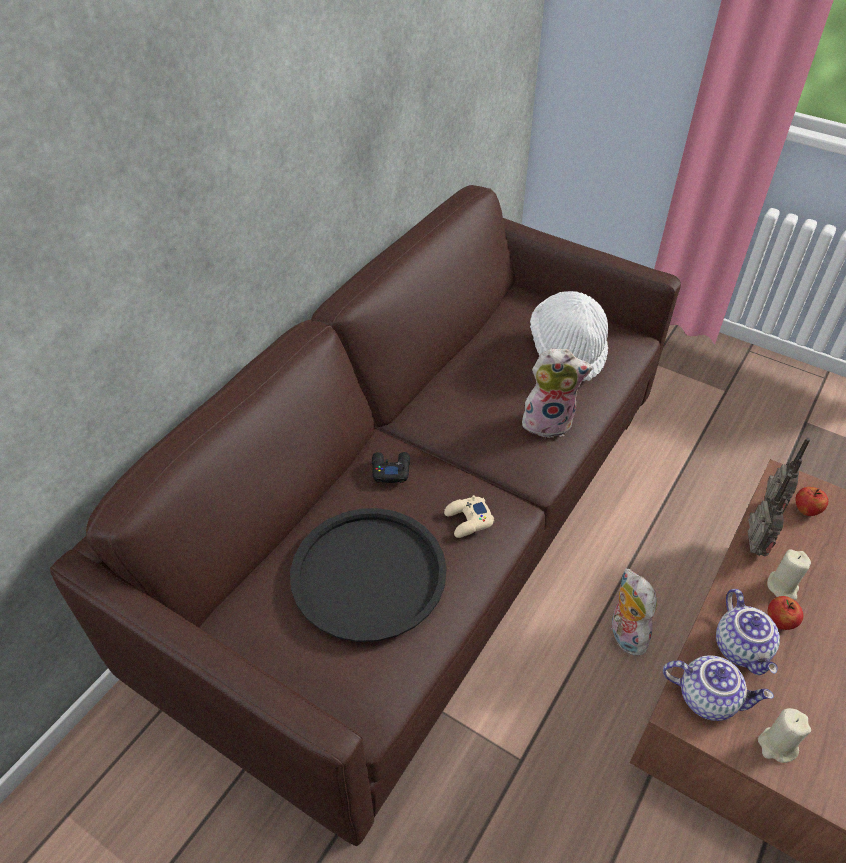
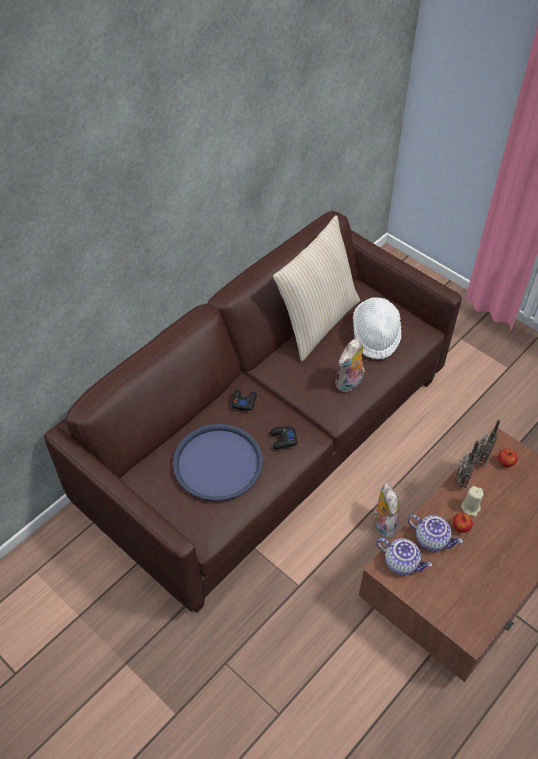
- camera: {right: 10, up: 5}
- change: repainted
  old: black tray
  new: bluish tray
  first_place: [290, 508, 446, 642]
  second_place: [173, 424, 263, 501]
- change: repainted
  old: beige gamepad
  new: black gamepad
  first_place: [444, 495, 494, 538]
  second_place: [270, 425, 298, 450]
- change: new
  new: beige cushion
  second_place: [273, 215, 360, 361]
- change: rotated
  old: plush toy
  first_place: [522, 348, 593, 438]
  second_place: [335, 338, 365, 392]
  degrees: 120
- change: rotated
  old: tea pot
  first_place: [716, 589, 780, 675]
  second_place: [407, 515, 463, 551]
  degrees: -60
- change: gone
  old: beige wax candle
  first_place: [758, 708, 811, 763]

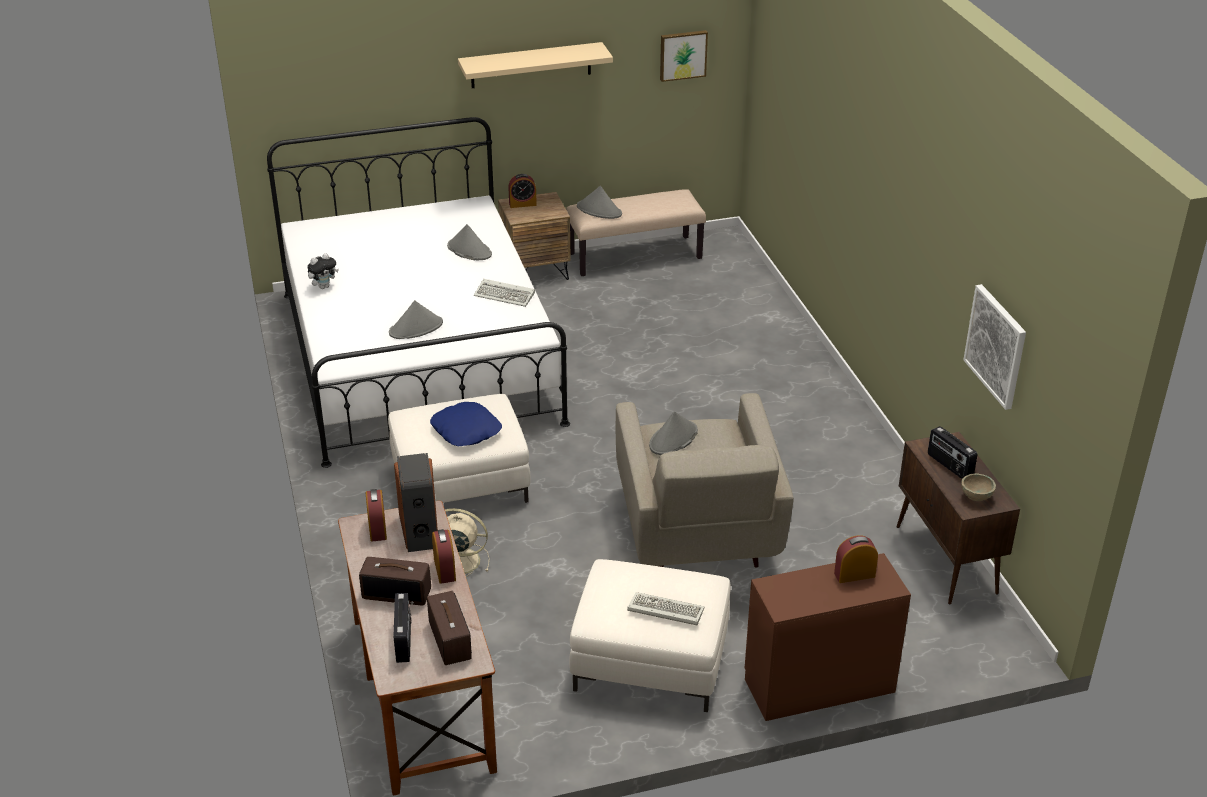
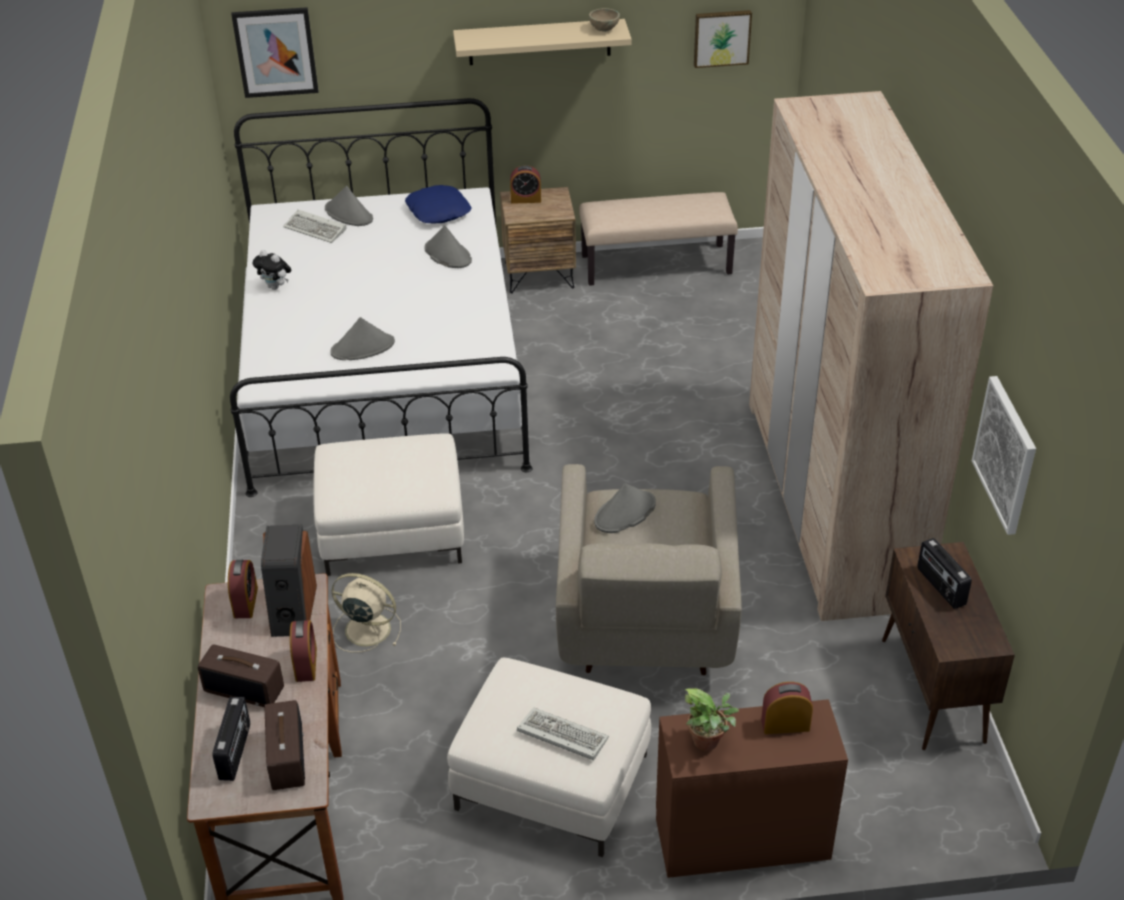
- camera: {right: 10, up: 5}
- change: new
  new: wall picture
  second_place: [231, 7, 318, 98]
- change: rotated
  old: plush toy
  first_place: [307, 253, 339, 289]
  second_place: [253, 250, 291, 290]
  degrees: 60
- change: shifted
  old: keyboard
  first_place: [474, 279, 535, 307]
  second_place: [283, 210, 347, 243]
- change: shifted
  old: greyish wearable hat
  first_place: [577, 186, 622, 219]
  second_place: [325, 186, 373, 226]
- change: shifted
  old: bluish cushion
  first_place: [430, 402, 502, 446]
  second_place: [405, 185, 471, 223]
- change: shifted
  old: beige serving bowl
  first_place: [961, 473, 996, 501]
  second_place: [589, 8, 620, 32]
- change: new
  new: plant in a pot
  second_place: [684, 688, 739, 751]
- change: new
  new: beige clothes cupboard
  second_place: [749, 91, 993, 621]

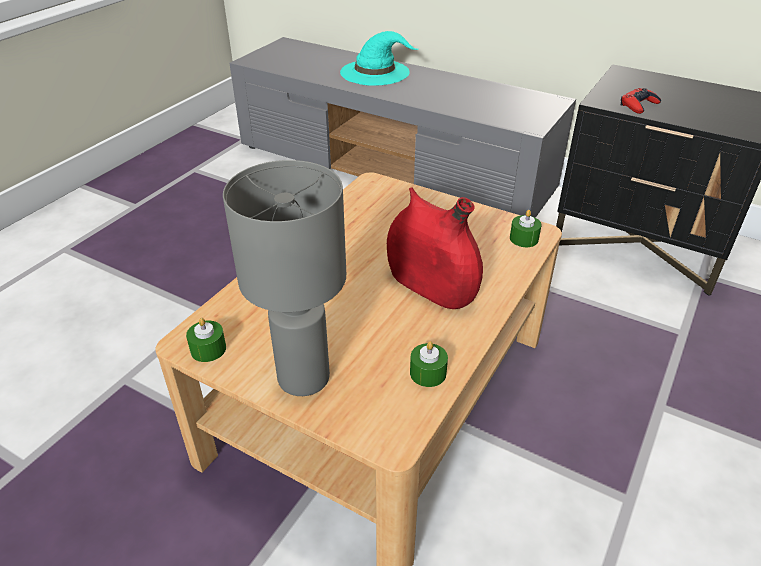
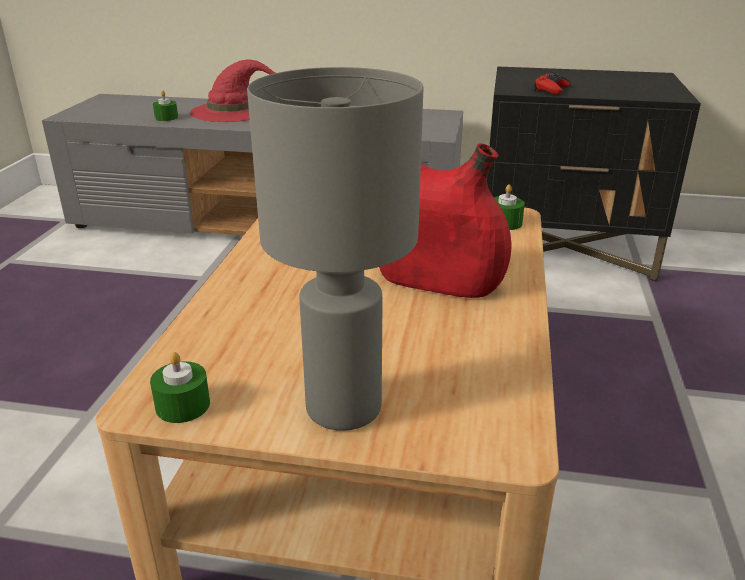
- camera: {right: -20, up: -10}
- change: shifted
  old: green-coloured wax candle
  first_place: [410, 341, 448, 387]
  second_place: [153, 90, 178, 121]
- change: repainted
  old: turquoise wearable hat
  new: reddish wearable hat
  first_place: [340, 31, 418, 86]
  second_place: [190, 59, 275, 122]

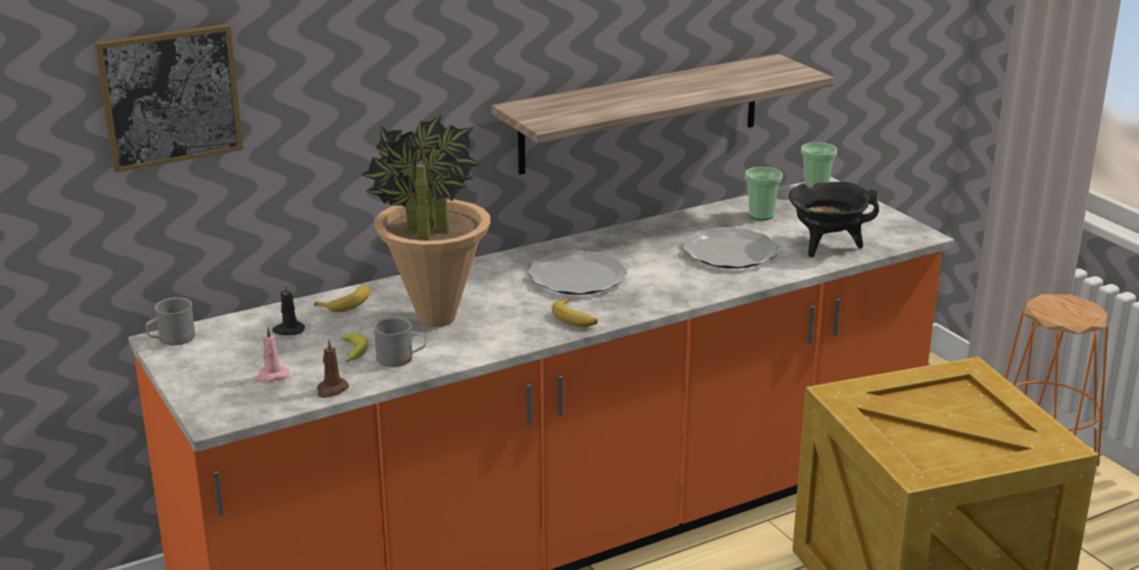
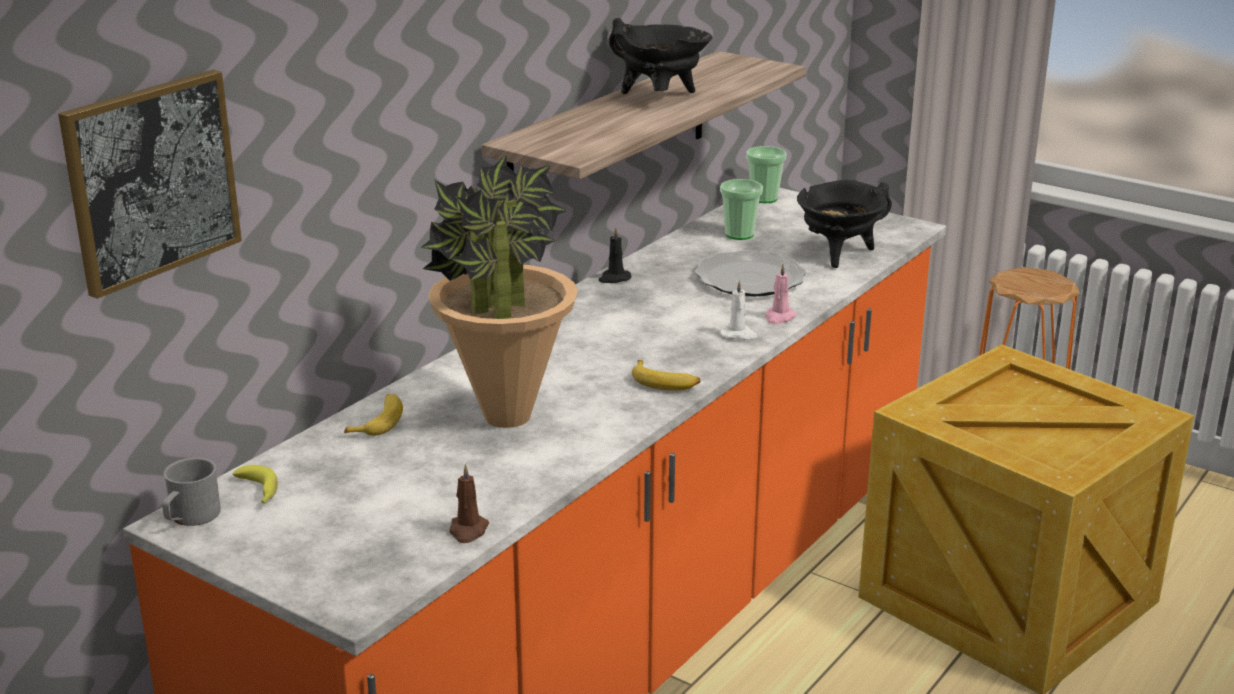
- camera: {right: -25, up: 0}
- change: shifted
  old: banana
  first_place: [341, 333, 369, 363]
  second_place: [233, 465, 278, 503]
- change: shifted
  old: black wax candle
  first_place: [272, 283, 305, 335]
  second_place: [599, 227, 631, 283]
- change: new
  new: black saucepot
  second_place: [609, 18, 712, 94]
- change: new
  new: whitish wax candle
  second_place: [720, 280, 757, 340]
- change: shifted
  old: pink wax candle
  first_place: [255, 326, 289, 383]
  second_place: [765, 264, 797, 324]
- change: gone
  old: greyish tea mug
  first_place: [374, 317, 426, 367]
- change: gone
  old: dinner plate
  first_place: [528, 250, 628, 295]

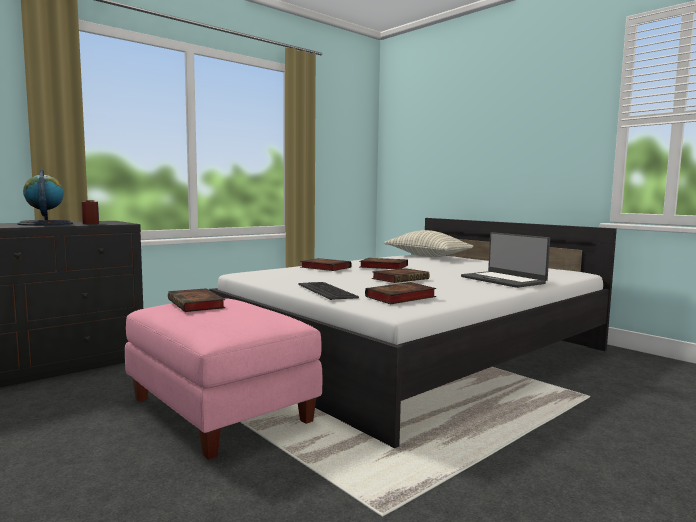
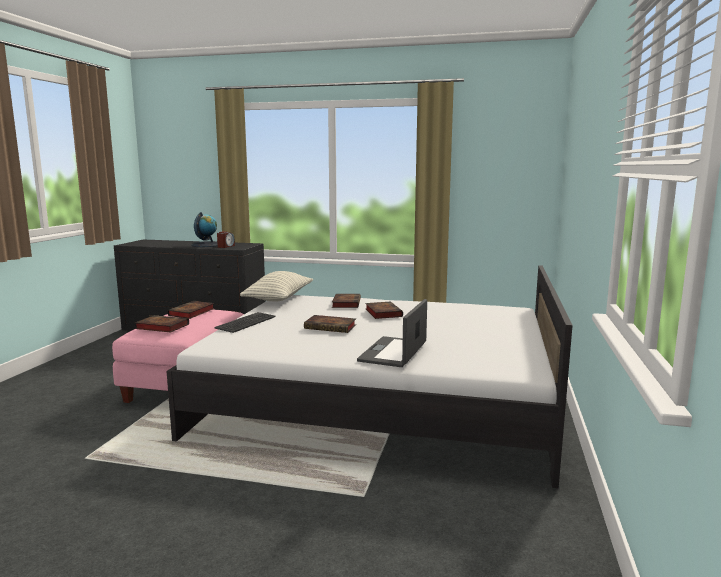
- camera: {right: 55, up: 5}
- change: shifted
  old: bound book
  first_place: [365, 282, 436, 304]
  second_place: [135, 315, 189, 333]
- change: shifted
  old: cushion
  first_place: [384, 230, 473, 257]
  second_place: [240, 271, 313, 302]

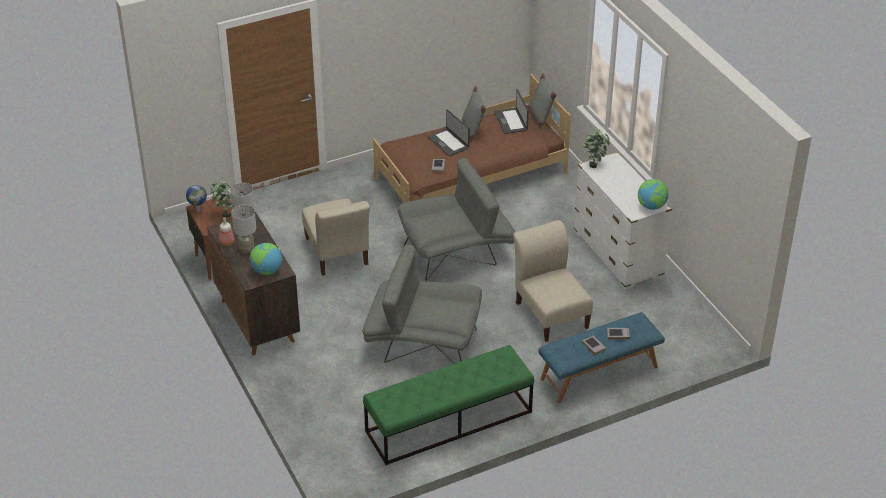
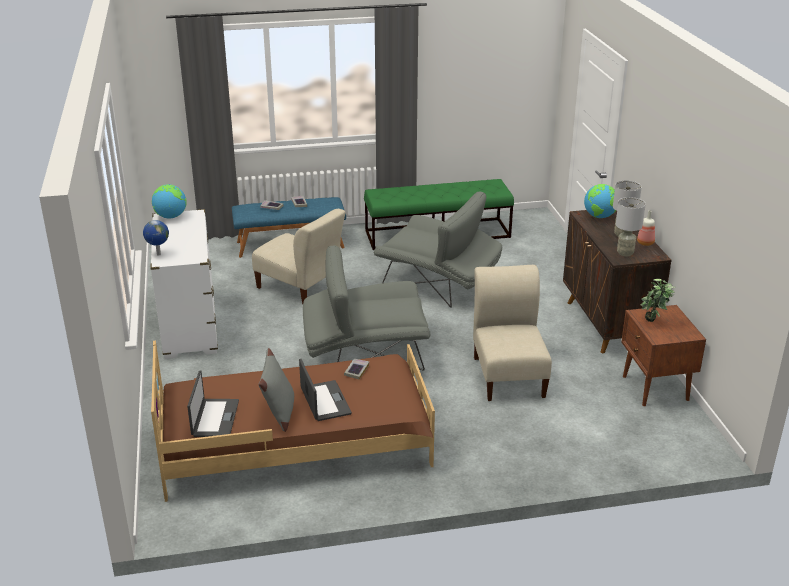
- camera: {right: -165, up: -10}
- change: shifted
  old: desk globe
  first_place: [186, 185, 207, 212]
  second_place: [143, 220, 169, 256]
- change: rotated
  old: beige upright chair
  first_place: [513, 220, 593, 342]
  second_place: [252, 209, 346, 304]
  degrees: -45
- change: gone
  old: greyish cushion
  first_place: [529, 73, 557, 129]
- change: gone
  old: plant in a pot
  first_place: [582, 128, 612, 168]

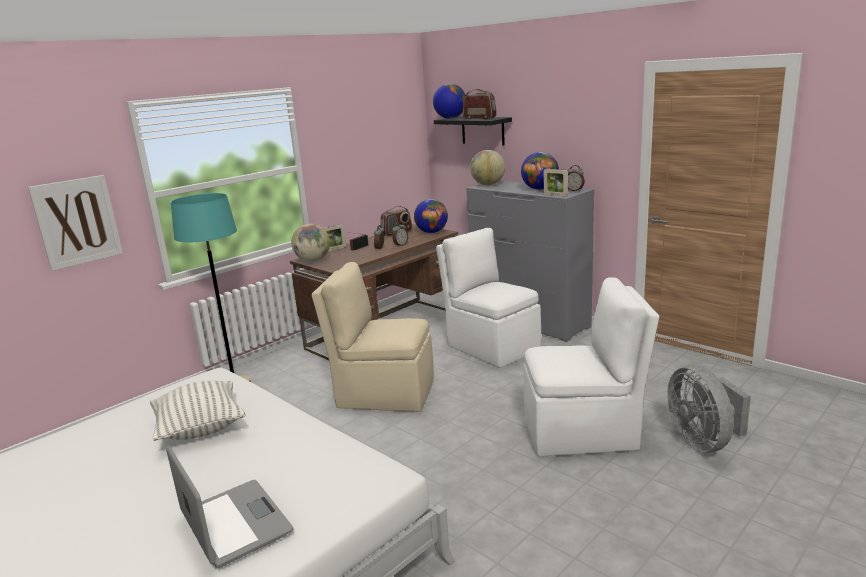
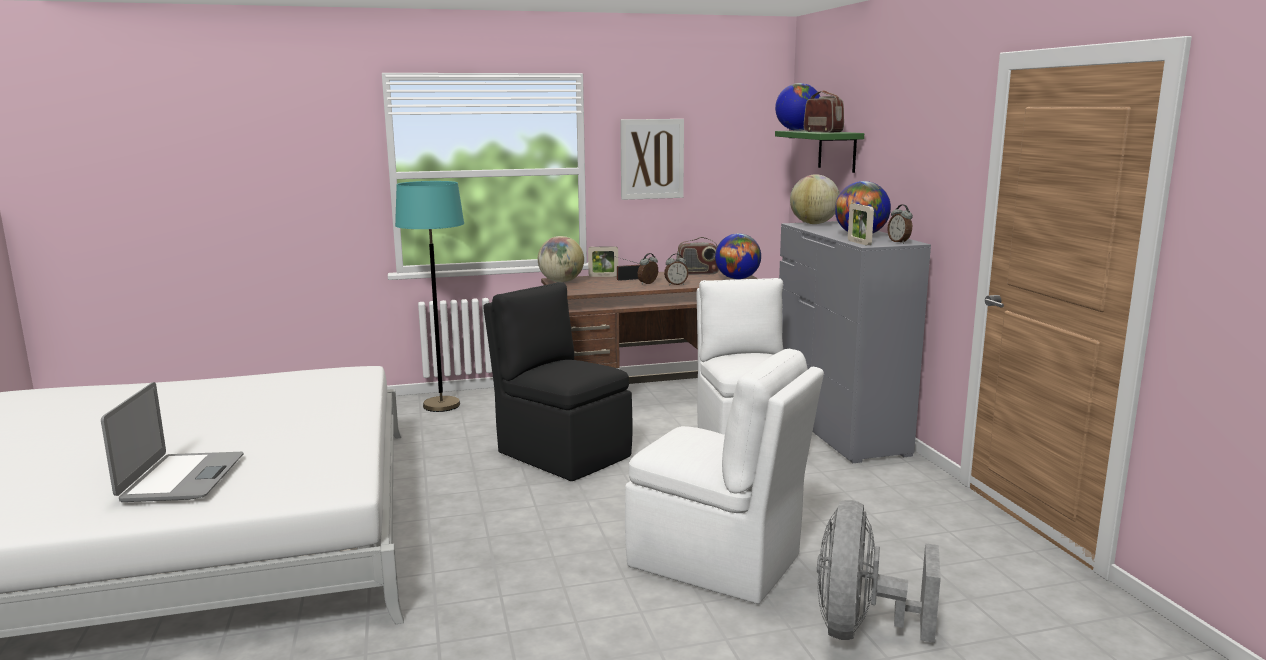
- camera: {right: 30, up: -5}
- change: repainted
  old: beige upright chair
  new: black upright chair
  first_place: [311, 262, 434, 412]
  second_place: [483, 282, 632, 481]
- change: shifted
  old: wall picture
  first_place: [28, 175, 123, 271]
  second_place: [620, 119, 684, 200]
- change: repainted
  old: black bracket shelf
  new: green-coloured bracket shelf
  first_place: [434, 117, 512, 145]
  second_place: [775, 130, 864, 173]
- change: gone
  old: cushion
  first_place: [150, 380, 246, 441]

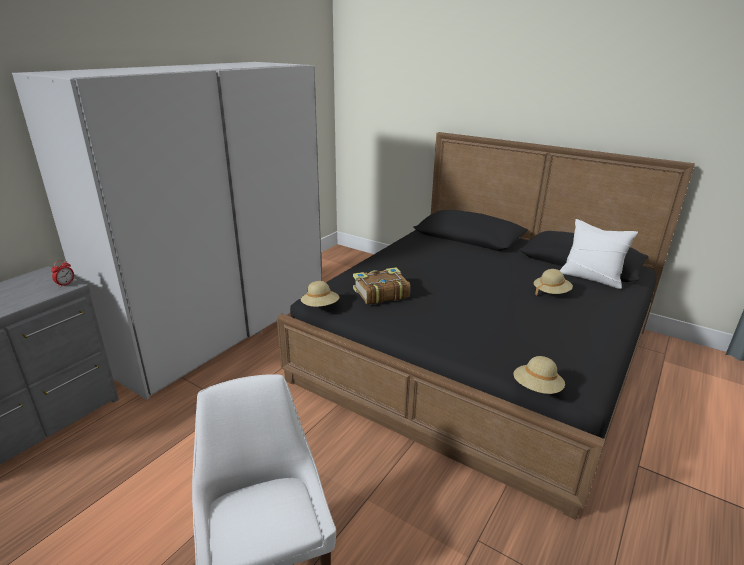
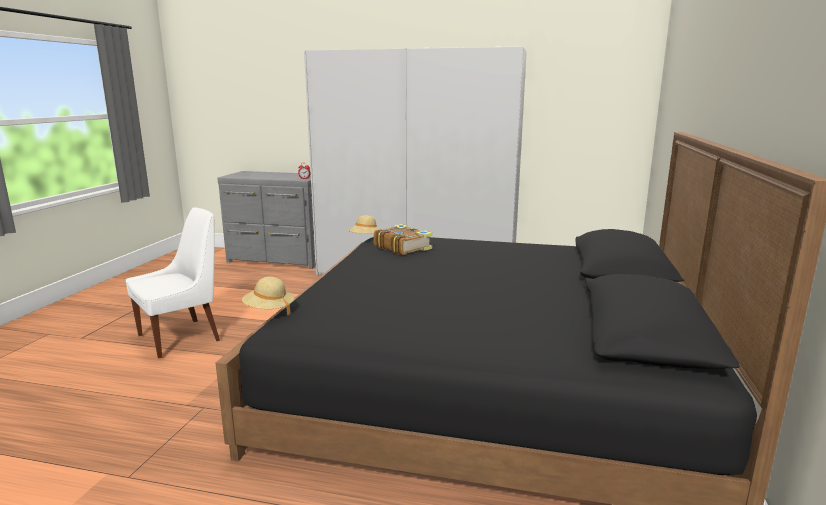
- camera: {right: 70, up: -10}
- change: gone
  old: beige wearable hat
  first_place: [534, 269, 573, 295]
- change: gone
  old: whitish cushion
  first_place: [560, 219, 638, 289]

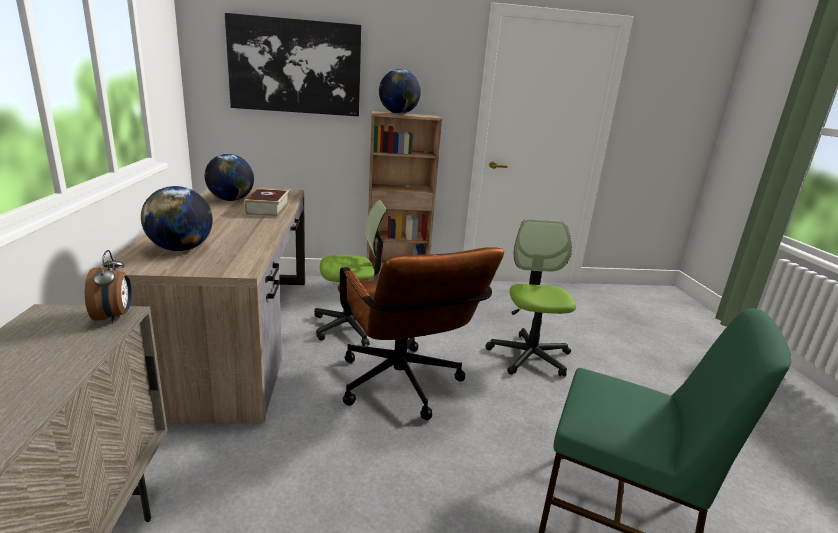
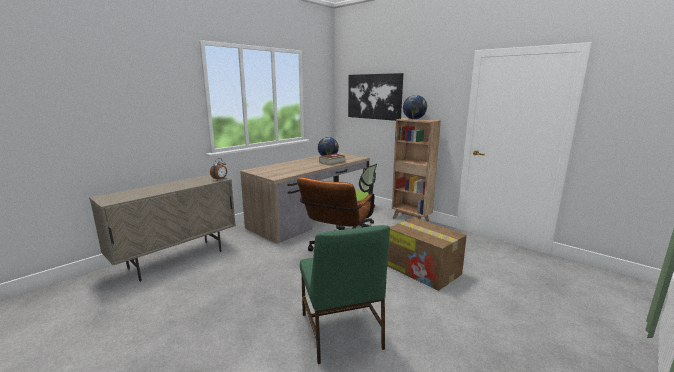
- camera: {right: 50, up: -5}
- change: swapped
  old: office chair
  new: carton
  first_place: [486, 218, 576, 377]
  second_place: [387, 217, 467, 291]
- change: gone
  old: desk globe
  first_place: [141, 186, 213, 251]

